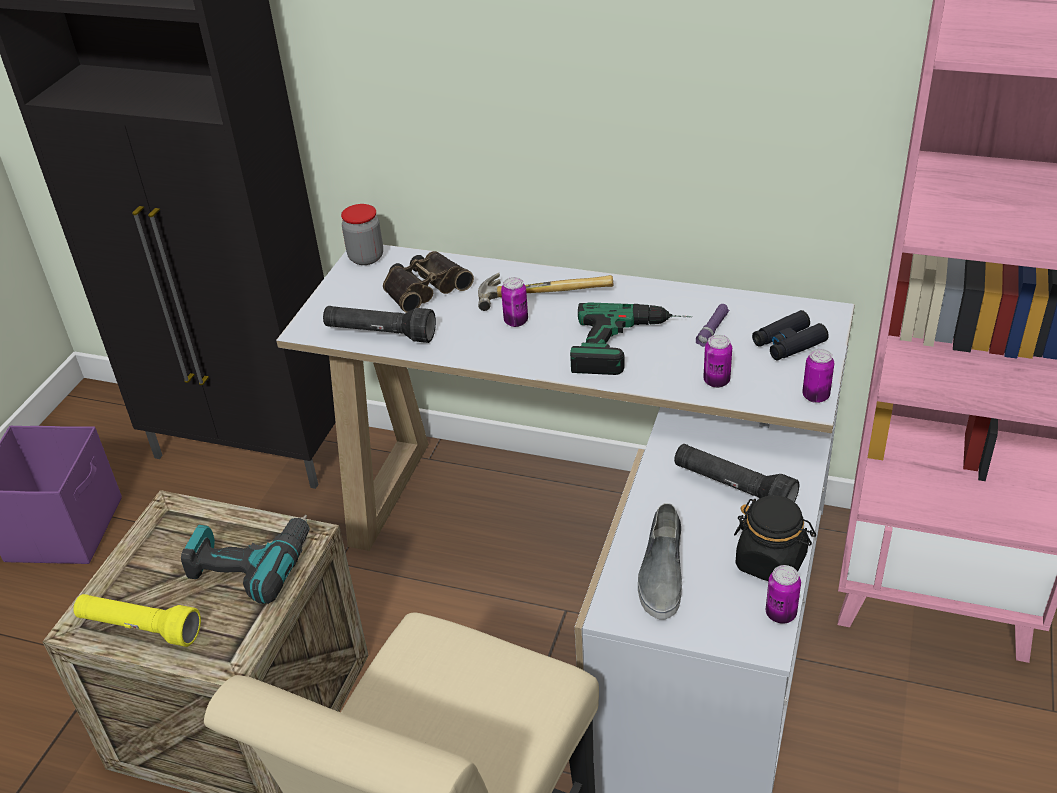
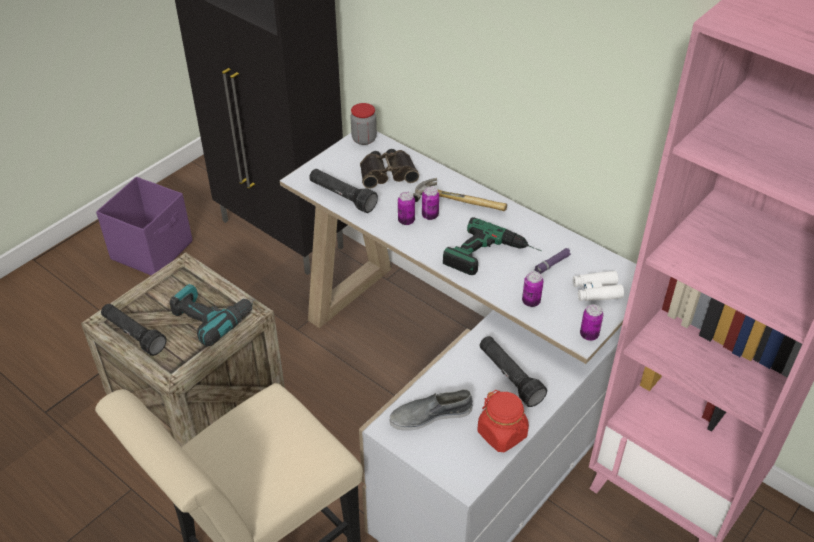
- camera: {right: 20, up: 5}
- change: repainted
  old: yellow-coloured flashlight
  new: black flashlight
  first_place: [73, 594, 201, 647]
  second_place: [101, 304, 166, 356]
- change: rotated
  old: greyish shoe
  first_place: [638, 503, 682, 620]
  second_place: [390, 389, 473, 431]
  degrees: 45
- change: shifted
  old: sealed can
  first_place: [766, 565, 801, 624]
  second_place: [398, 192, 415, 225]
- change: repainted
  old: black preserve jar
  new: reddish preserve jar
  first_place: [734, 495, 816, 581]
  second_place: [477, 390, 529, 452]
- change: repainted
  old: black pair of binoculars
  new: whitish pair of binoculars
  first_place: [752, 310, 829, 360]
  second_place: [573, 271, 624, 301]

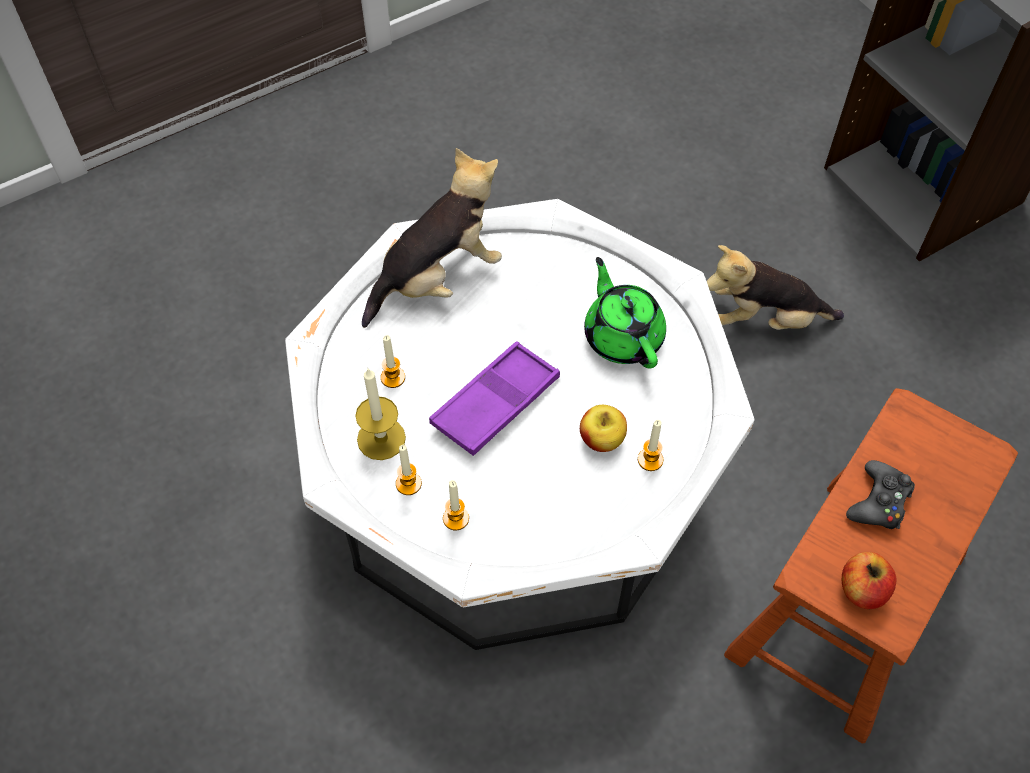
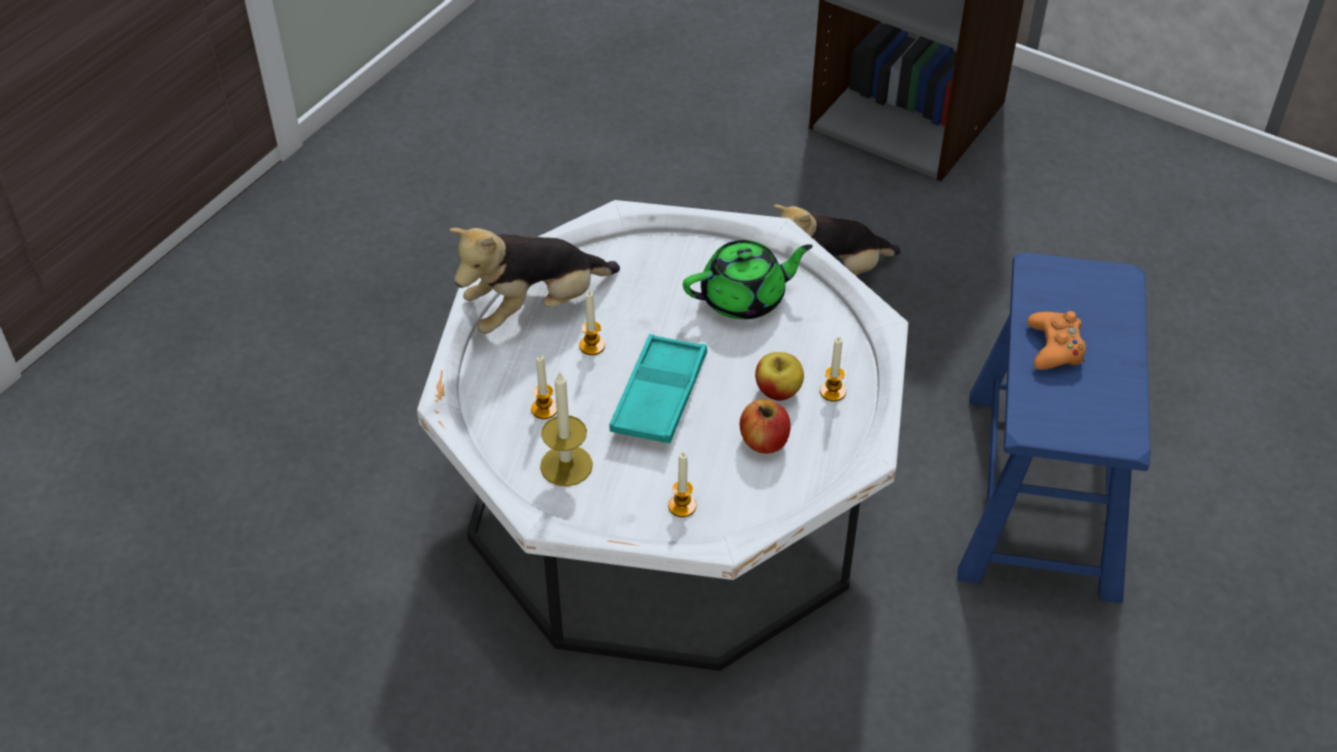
- camera: {right: -25, up: -10}
- change: rotated
  old: plush toy
  first_place: [362, 148, 502, 328]
  second_place: [449, 228, 620, 334]
  degrees: -150
- change: shifted
  old: wax candle
  first_place: [396, 445, 422, 495]
  second_place: [579, 291, 605, 355]
- change: repainted
  old: purplish tray
  new: turquoise tray
  first_place: [429, 341, 560, 456]
  second_place: [609, 334, 707, 443]
- change: rotated
  old: green-coloured tea pot
  first_place: [584, 257, 666, 368]
  second_place: [683, 240, 813, 320]
  degrees: 120
- change: shifted
  old: apple fruit
  first_place: [842, 552, 897, 609]
  second_place: [740, 399, 790, 454]
- change: repainted
  old: brown-coloured stool
  new: bluish stool
  first_place: [724, 388, 1018, 744]
  second_place: [957, 252, 1151, 603]
- change: repainted
  old: black gamepad
  new: orange-coloured gamepad
  first_place: [846, 460, 915, 529]
  second_place: [1027, 311, 1086, 370]

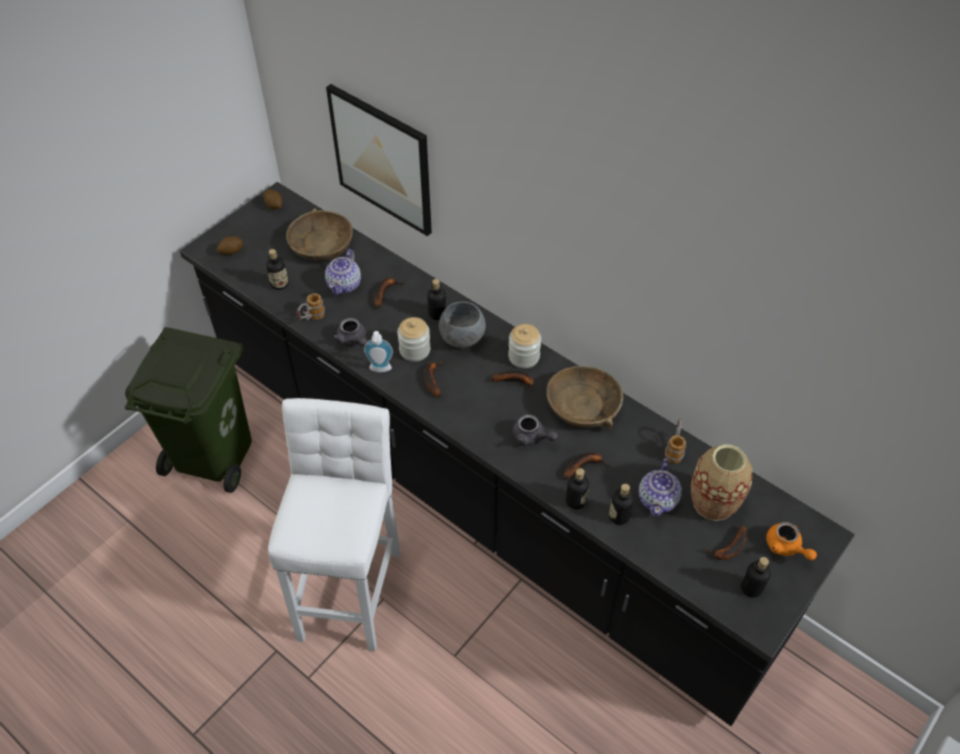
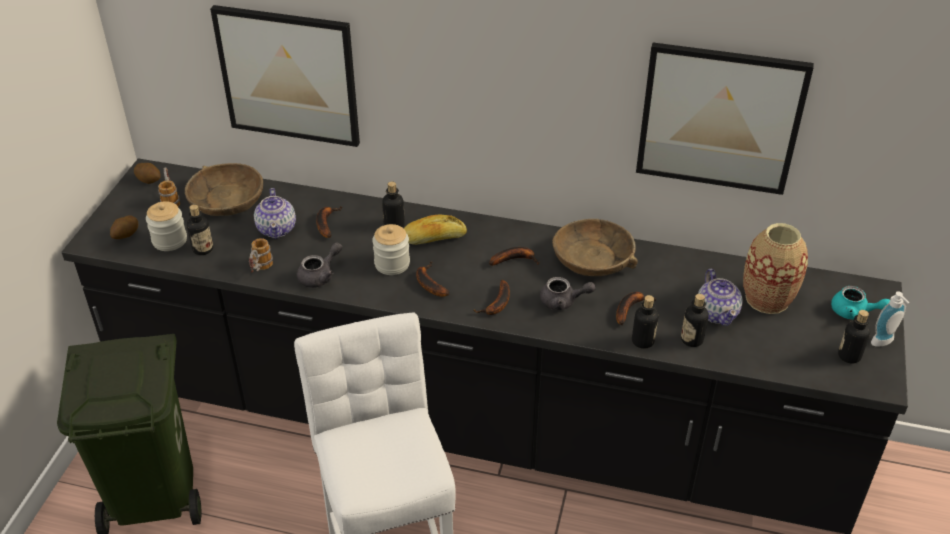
- camera: {right: -25, up: -10}
- change: shifted
  old: preserve jar
  first_place: [508, 324, 541, 368]
  second_place: [146, 201, 187, 251]
- change: shifted
  old: tea mug
  first_place: [665, 419, 686, 463]
  second_place: [158, 167, 180, 206]
- change: rotated
  old: greyish tea pot
  first_place: [333, 318, 368, 347]
  second_place: [297, 242, 342, 288]
  degrees: -75
- change: swapped
  old: greyish serving bowl
  new: baked bread
  first_place: [439, 301, 486, 348]
  second_place: [404, 215, 467, 245]
- change: shifted
  old: banana
  first_place: [703, 525, 747, 560]
  second_place: [473, 280, 510, 315]
- change: new
  new: wall picture
  second_place: [636, 42, 814, 195]
- change: repainted
  old: orange-coloured tea pot
  new: turquoise tea pot
  first_place: [766, 522, 817, 560]
  second_place: [831, 286, 890, 319]
- change: shifted
  old: soap bottle
  first_place: [364, 331, 393, 372]
  second_place: [871, 291, 909, 347]

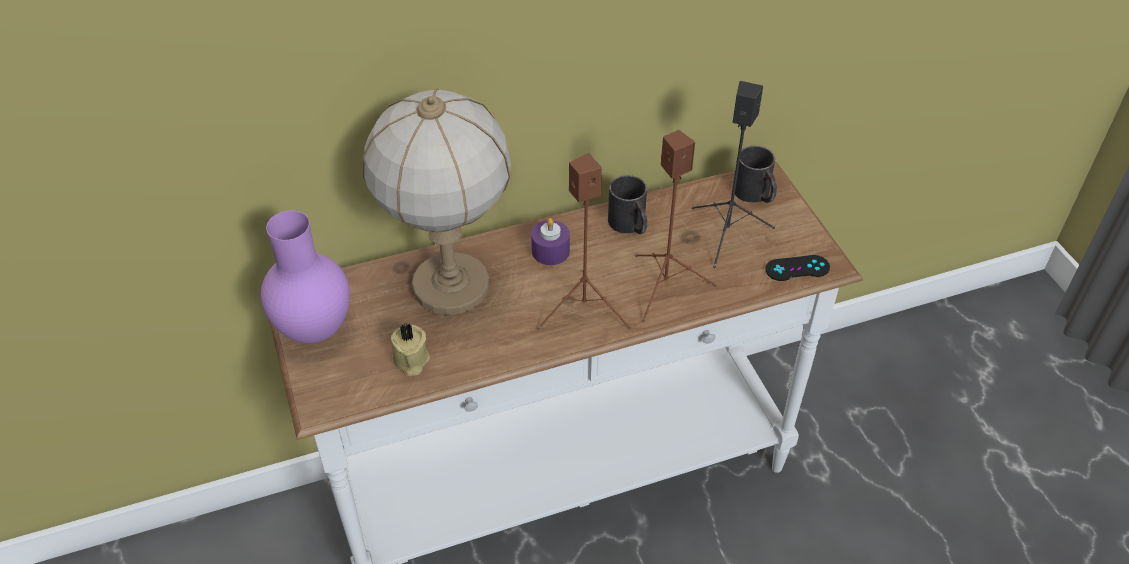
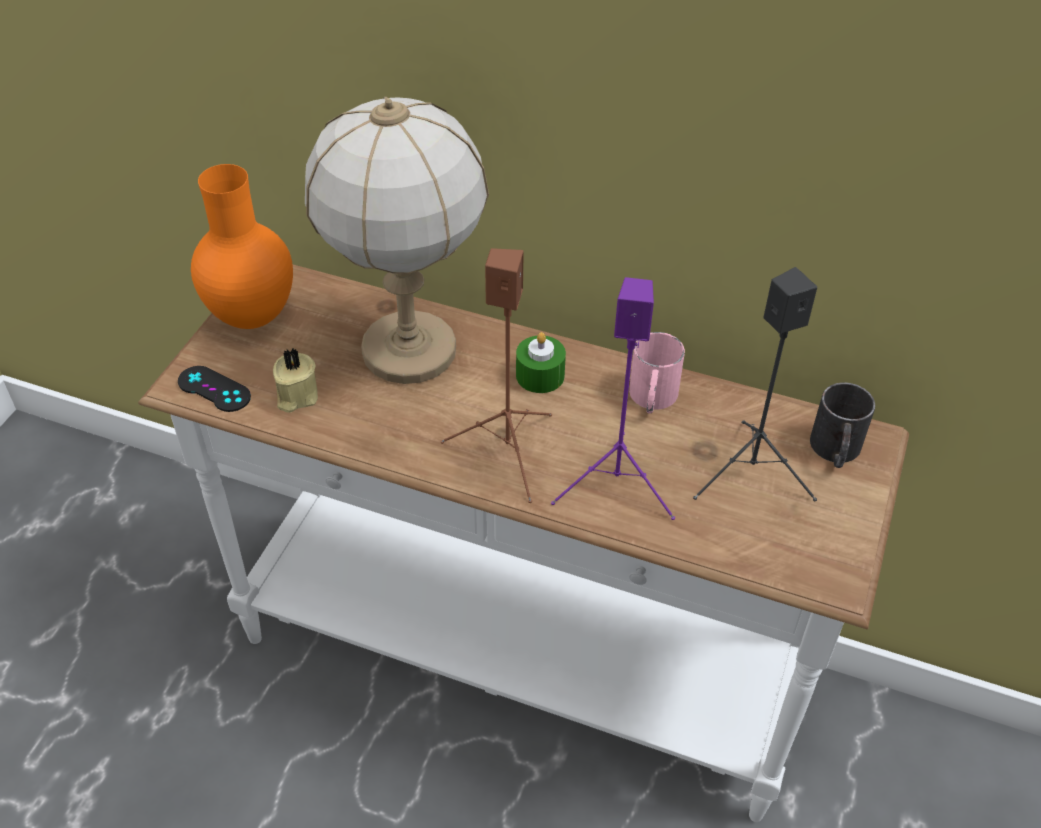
- camera: {right: 40, up: 0}
- change: shifted
  old: black gamepad
  first_place: [765, 255, 830, 281]
  second_place: [178, 366, 251, 412]
- change: repainted
  old: purplish flower vase
  new: orange-coloured flower vase
  first_place: [261, 211, 350, 343]
  second_place: [191, 164, 293, 329]
- change: repainted
  old: purplish wax candle
  new: green-coloured wax candle
  first_place: [531, 218, 570, 265]
  second_place: [516, 332, 566, 393]
- change: repainted
  old: brown-coloured audio speaker
  new: purplish audio speaker
  first_place: [635, 130, 717, 322]
  second_place: [551, 277, 675, 520]
- change: repainted
  old: black tea mug
  new: pink tea mug
  first_place: [608, 175, 647, 234]
  second_place: [629, 332, 685, 414]

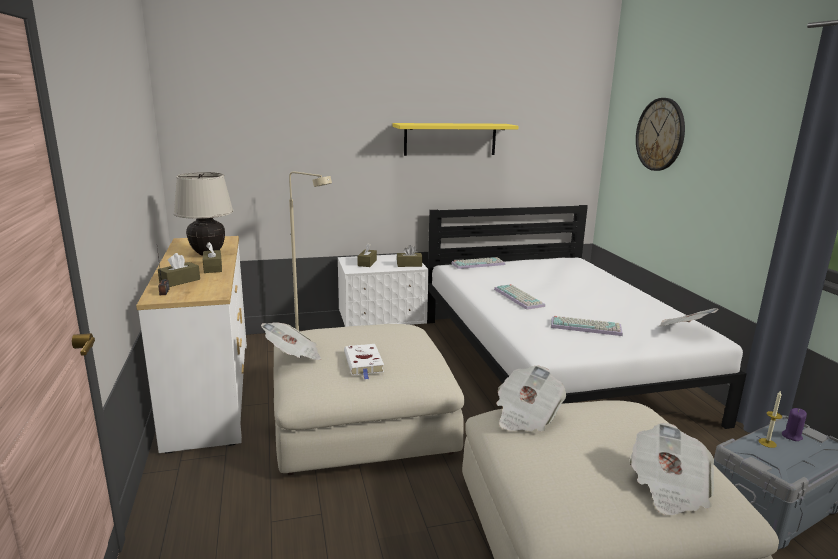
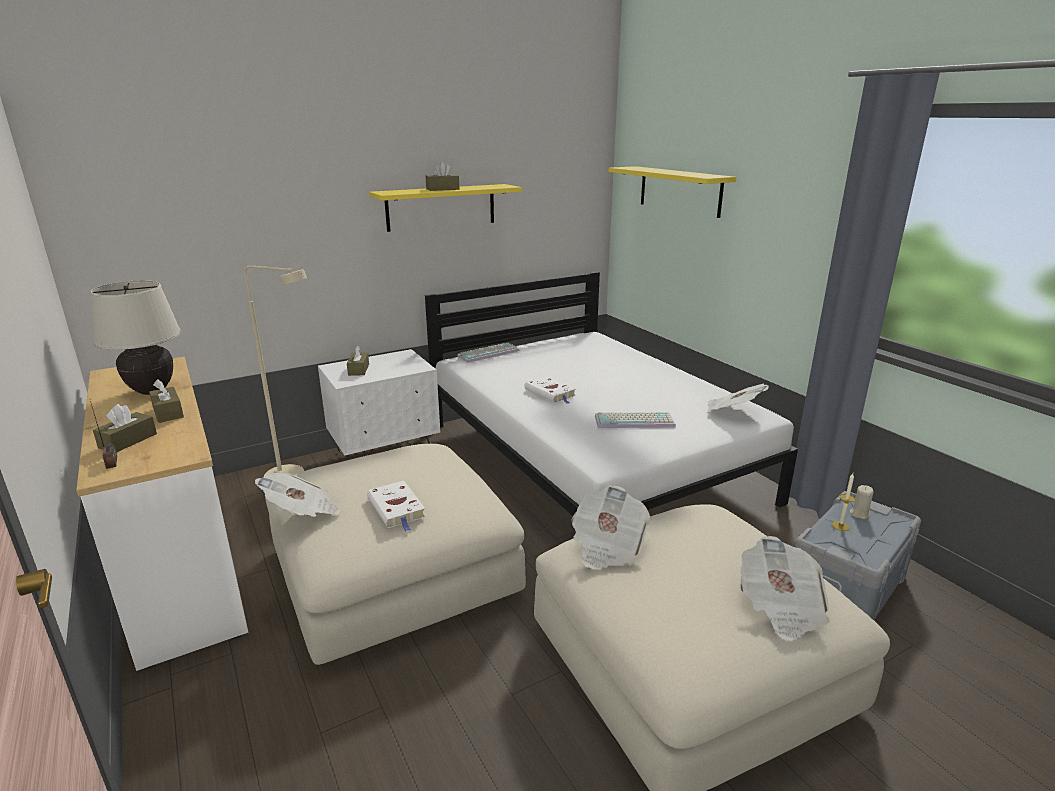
- camera: {right: -15, up: 5}
- change: shifted
  old: brown-coloured tissue holder
  first_place: [397, 245, 423, 267]
  second_place: [426, 162, 459, 191]
- change: swapped
  old: keyboard
  new: whitish bound book
  first_place: [494, 284, 545, 310]
  second_place: [525, 376, 576, 404]
- change: swapped
  old: clock on the wall
  new: yellow-coloured bracket shelf
  first_place: [636, 98, 685, 171]
  second_place: [609, 166, 736, 218]
- change: repainted
  old: purplish wax candle
  new: beige wax candle
  first_place: [782, 408, 807, 441]
  second_place: [850, 485, 874, 519]

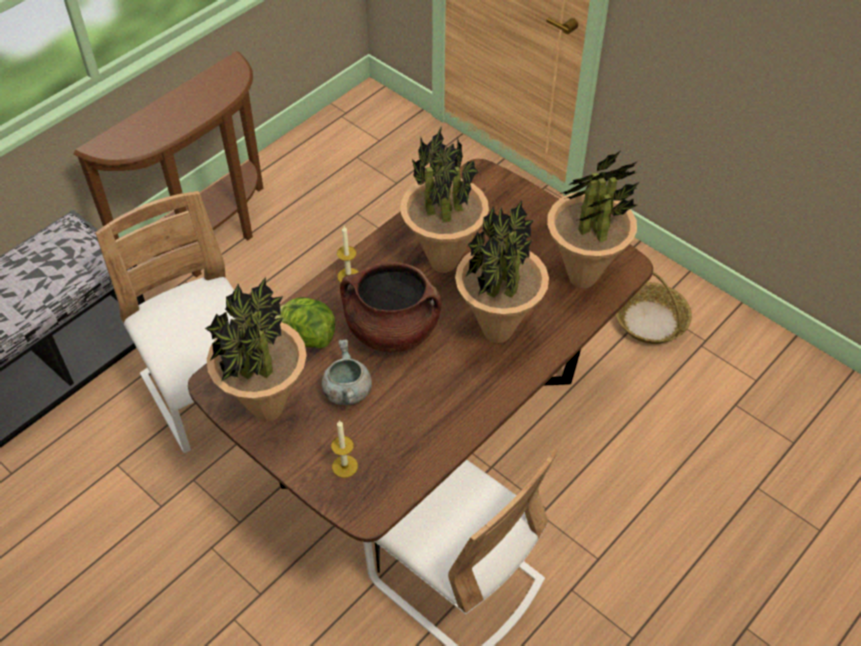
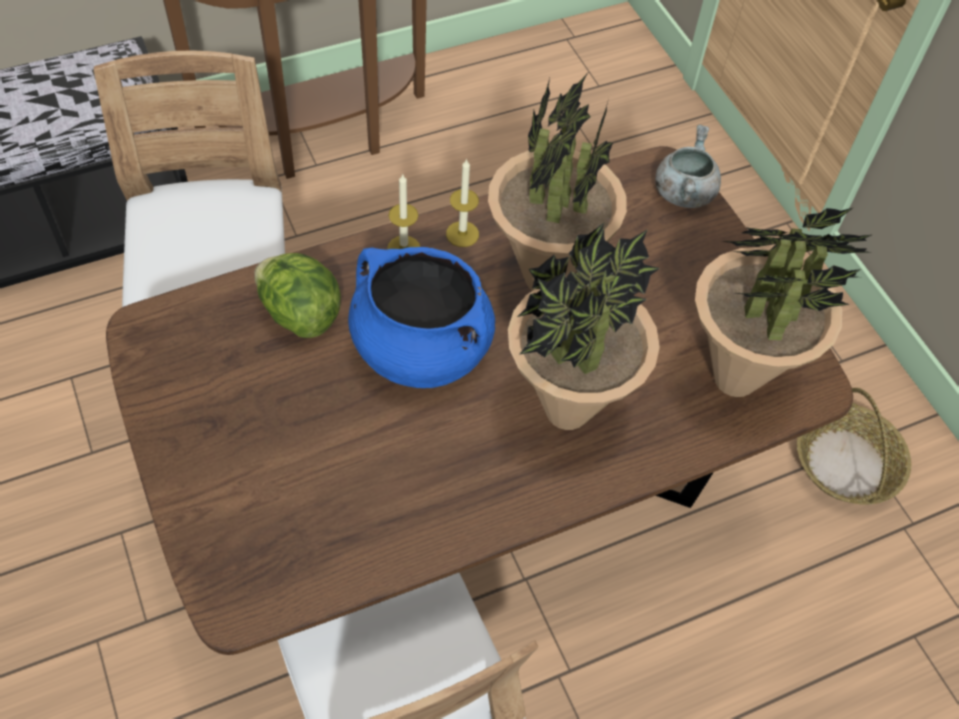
- camera: {right: 20, up: 5}
- change: repainted
  old: brown-coloured saucepot
  new: bluish saucepot
  first_place: [340, 262, 442, 352]
  second_place: [348, 247, 495, 388]
- change: shifted
  old: wax candle
  first_place: [331, 420, 358, 478]
  second_place: [446, 158, 479, 247]
- change: shifted
  old: greyish saucepot
  first_place: [322, 339, 372, 405]
  second_place: [655, 125, 721, 208]
- change: gone
  old: plant in a pot
  first_place: [205, 277, 307, 422]

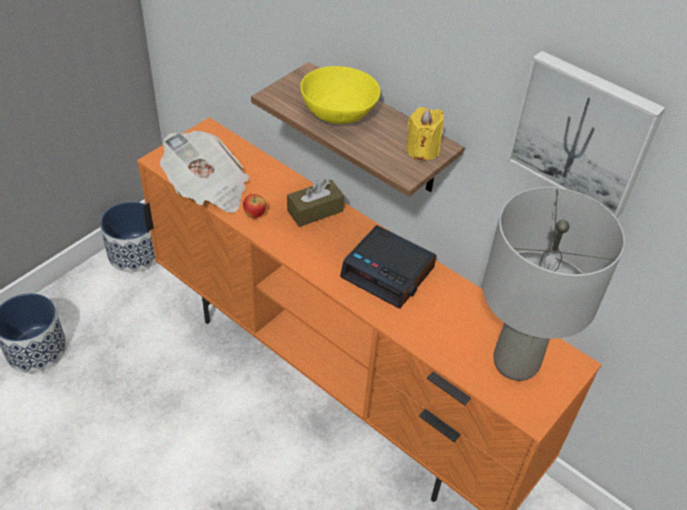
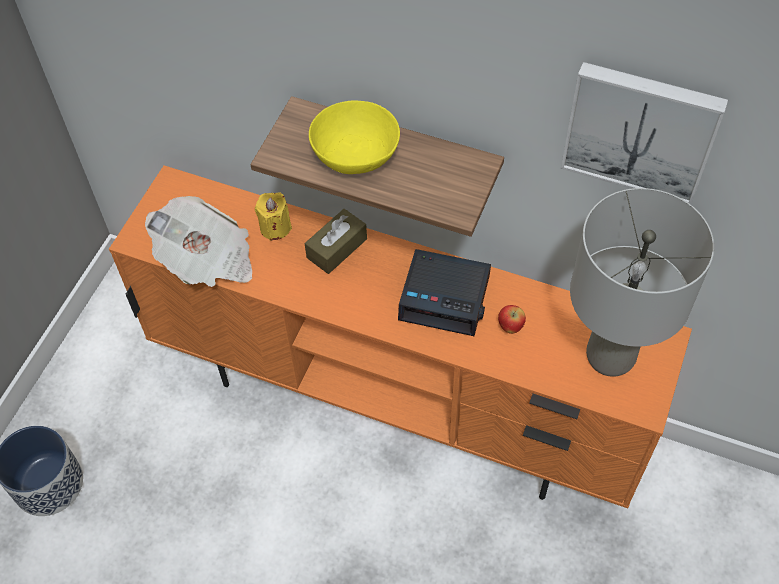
- camera: {right: -15, up: 10}
- change: shifted
  old: yellow-coloured wax candle
  first_place: [406, 107, 444, 160]
  second_place: [255, 192, 292, 241]
- change: shifted
  old: apple fruit
  first_place: [243, 194, 266, 218]
  second_place: [498, 305, 526, 334]
- change: gone
  old: planter
  first_place: [100, 202, 156, 273]

